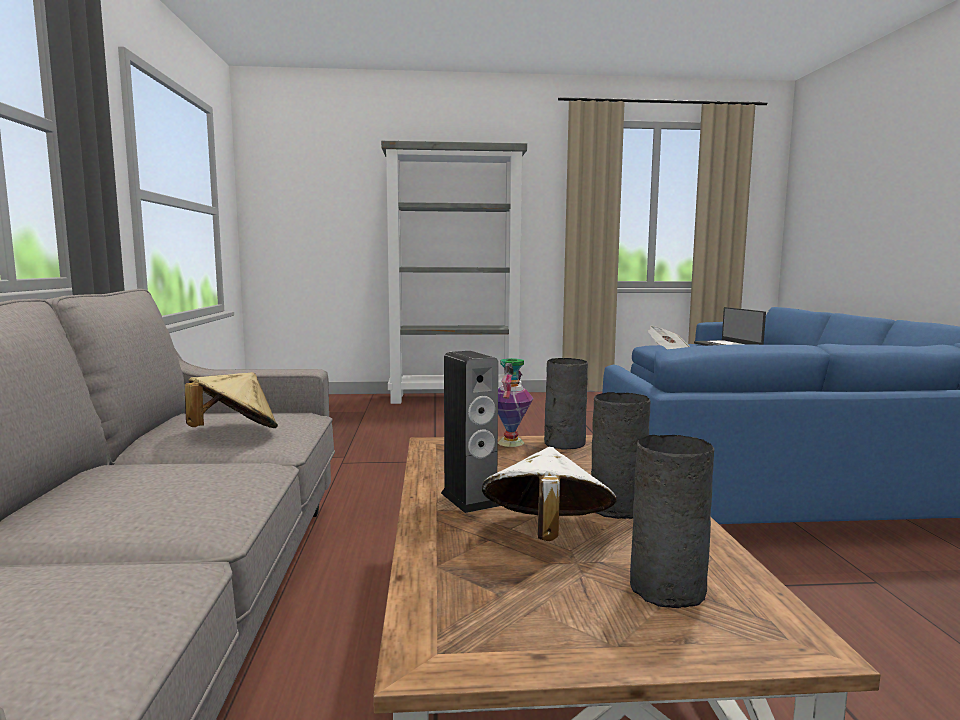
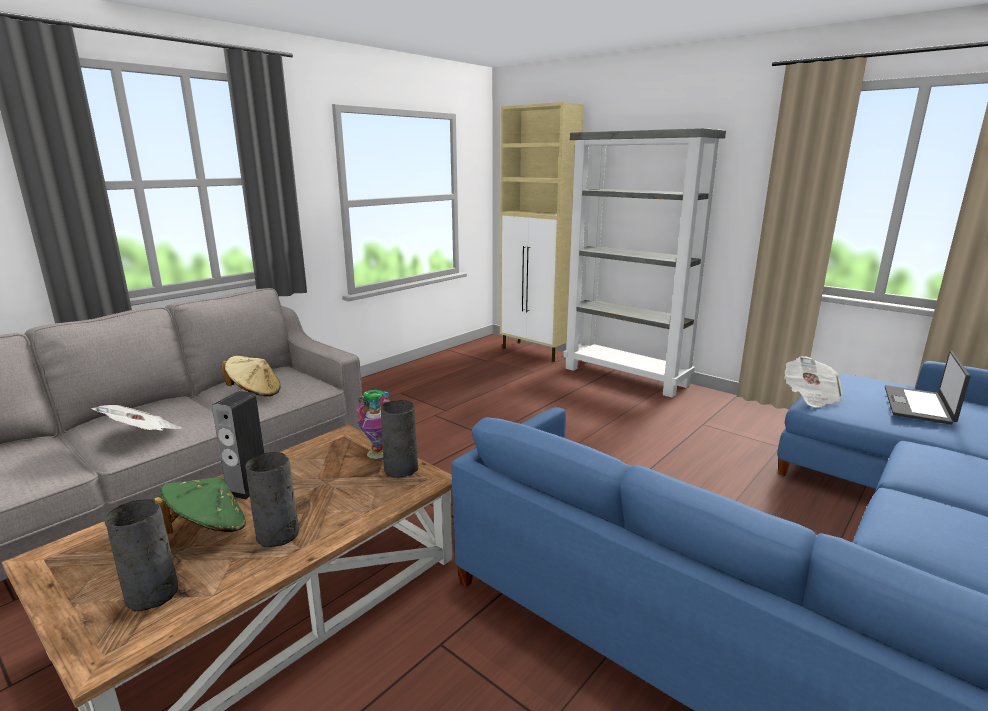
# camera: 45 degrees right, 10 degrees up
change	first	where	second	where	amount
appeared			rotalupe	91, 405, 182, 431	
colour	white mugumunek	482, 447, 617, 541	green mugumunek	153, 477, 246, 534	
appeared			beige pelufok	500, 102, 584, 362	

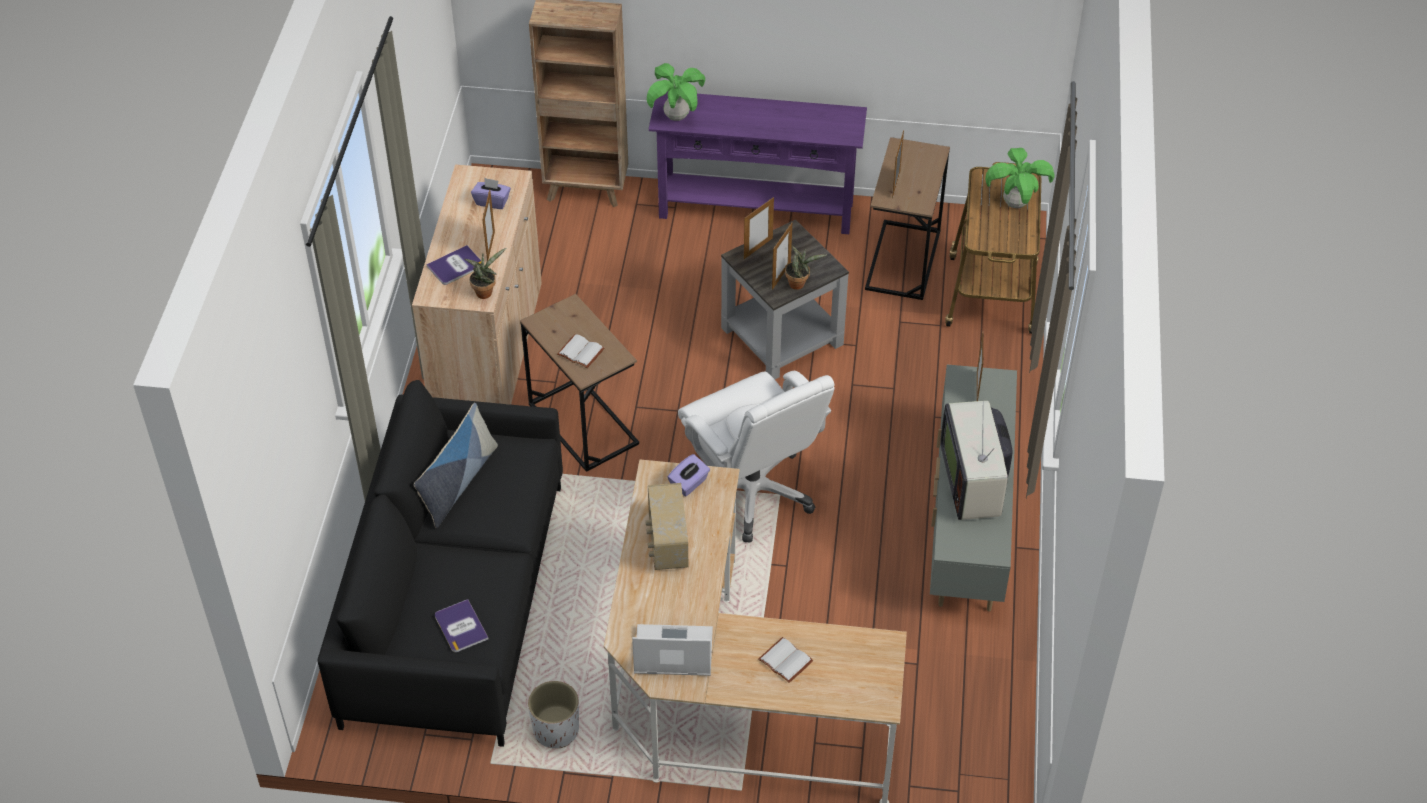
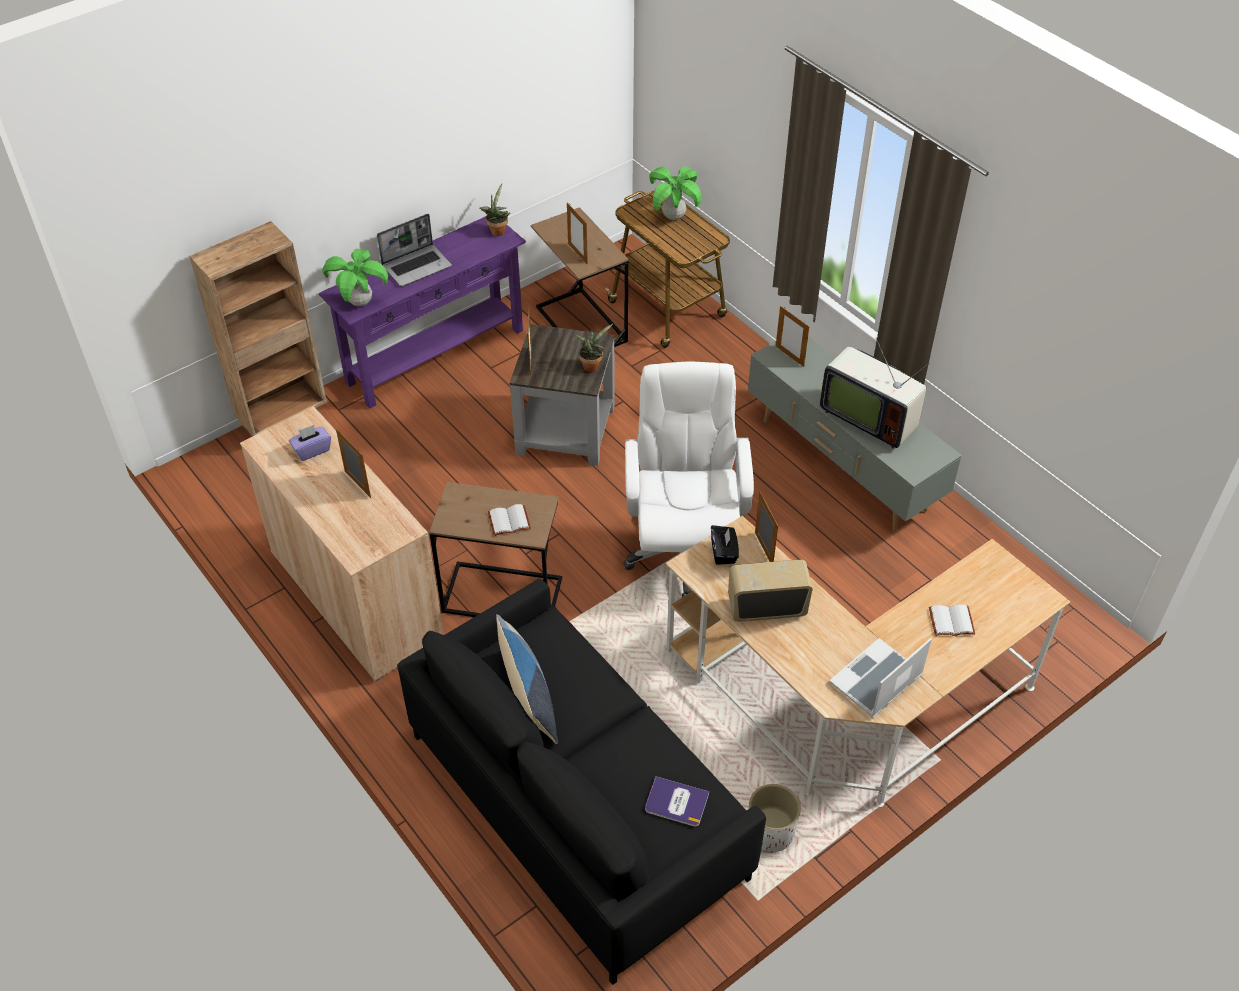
# camera: 45 degrees left, 0 degrees up
change	first	where	second	where	amount
appeared			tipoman	377, 214, 452, 287	
relocated	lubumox	465, 248, 507, 299		480, 184, 510, 236	
spun	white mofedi	678, 371, 835, 543		623, 362, 754, 597	105 degrees counterclockwise
colour	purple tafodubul	668, 454, 710, 496	black tafodubul	711, 525, 739, 565	
spun	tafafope	645, 483, 688, 570		728, 559, 813, 622	135 degrees clockwise
relocated	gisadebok	772, 223, 792, 290		755, 491, 778, 562	
missing	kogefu	426, 245, 481, 285			

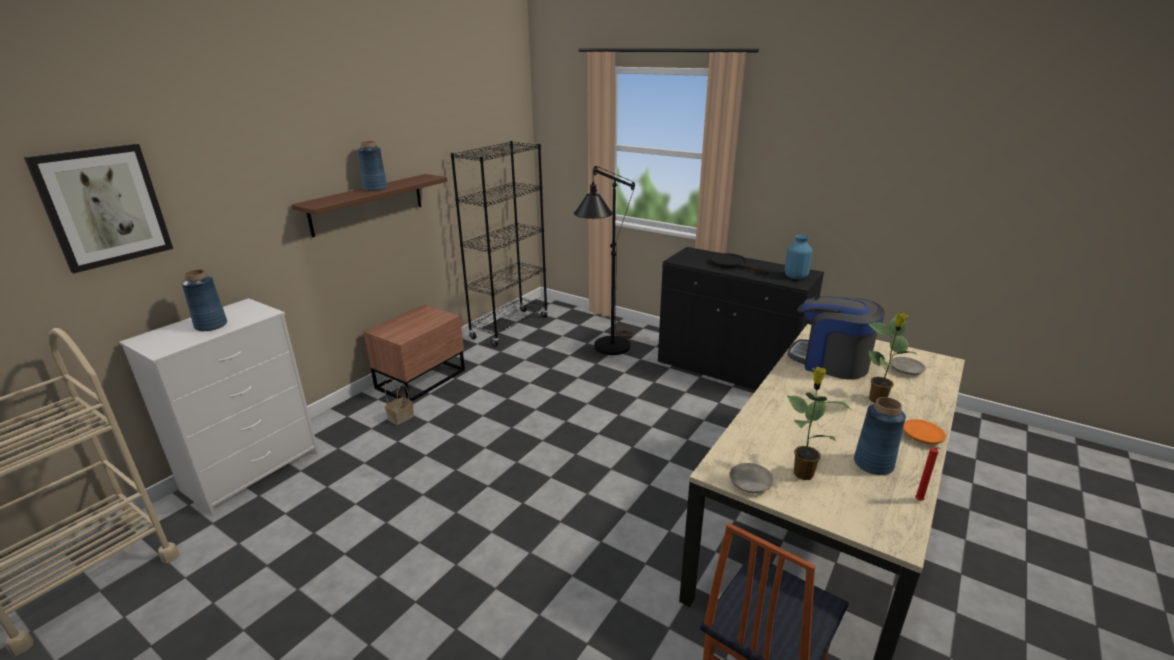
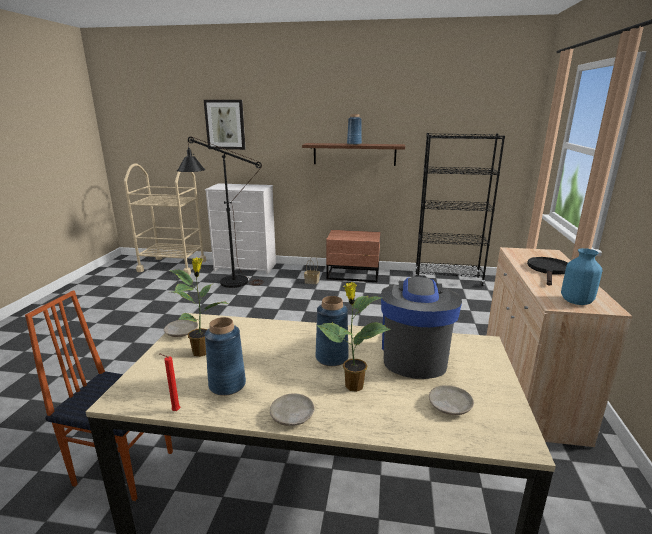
# camera: 65 degrees right, 5 degrees down
change	first	where	second	where	amount
relocated	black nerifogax	574, 166, 635, 355		177, 137, 264, 288	
colour	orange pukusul	903, 419, 946, 444	beige pukusul	270, 394, 315, 426	
relocated	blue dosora	182, 269, 227, 331		315, 296, 349, 366	
colour	black pelufok	658, 247, 824, 390	beige pelufok	486, 247, 633, 449	

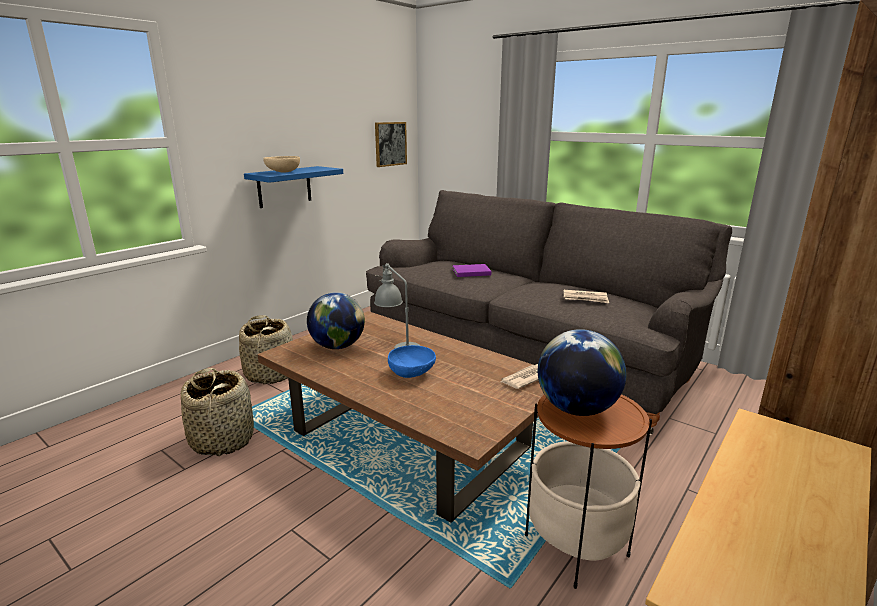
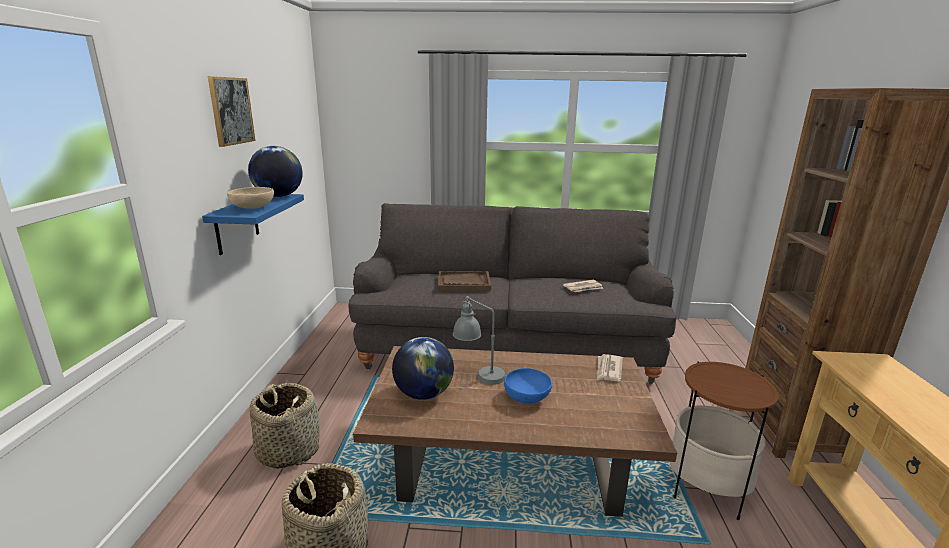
# camera: 35 degrees left, 0 degrees up
change	first	where	second	where	amount
relocated	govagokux	375, 122, 407, 167		208, 76, 255, 147	
relocated	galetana	538, 329, 627, 416		248, 146, 303, 197	
exchanged	purple kogefu	453, 264, 491, 277	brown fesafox	438, 271, 491, 291	

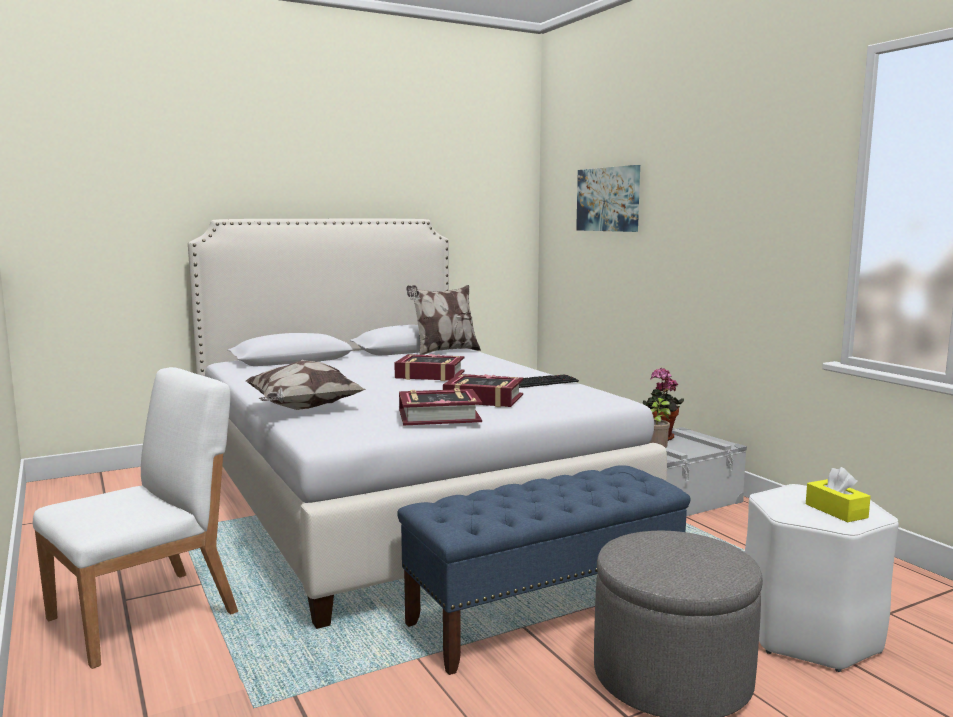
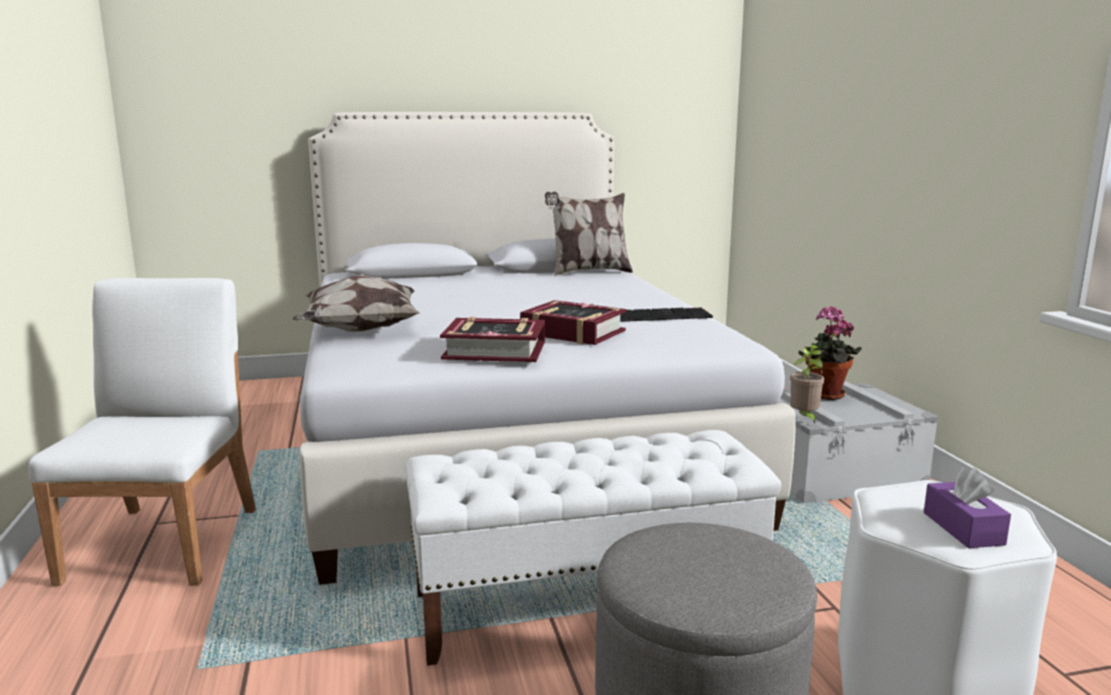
# camera: 15 degrees right, 5 degrees up
change	first	where	second	where	amount
spun	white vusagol	33, 367, 238, 669		29, 278, 256, 586	60 degrees counterclockwise
colour	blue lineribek	397, 465, 691, 675	white lineribek	405, 430, 781, 666	
colour	yellow tafodubul	806, 467, 871, 522	purple tafodubul	924, 467, 1011, 548	
missing	kogefu	394, 354, 464, 381			
missing	govagokux	576, 165, 640, 232			

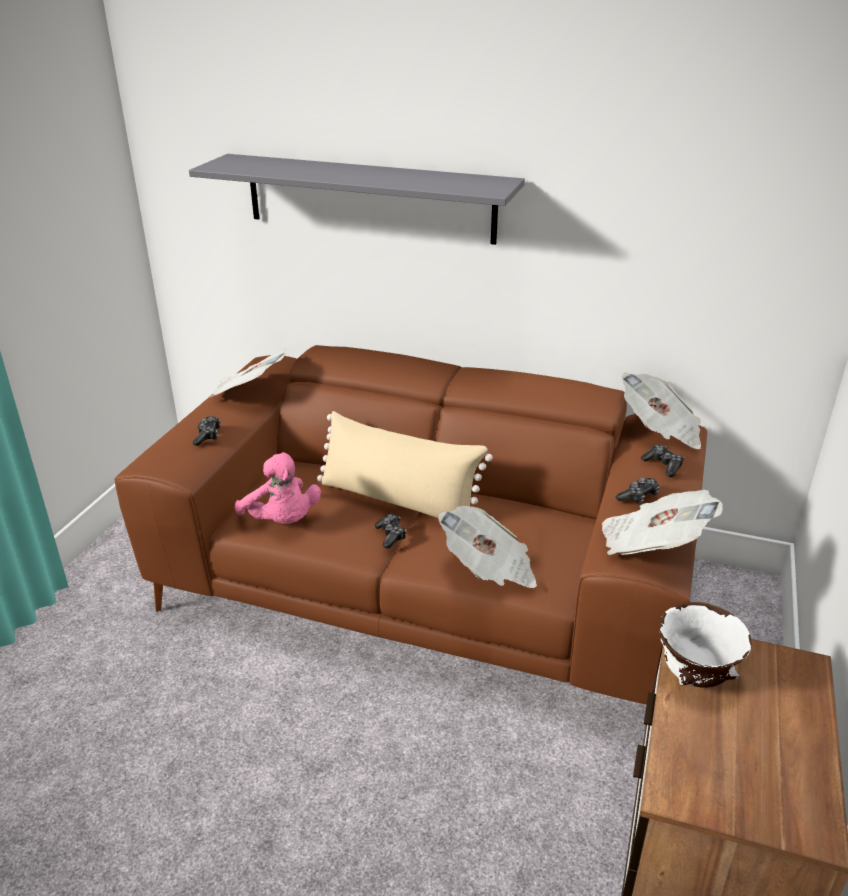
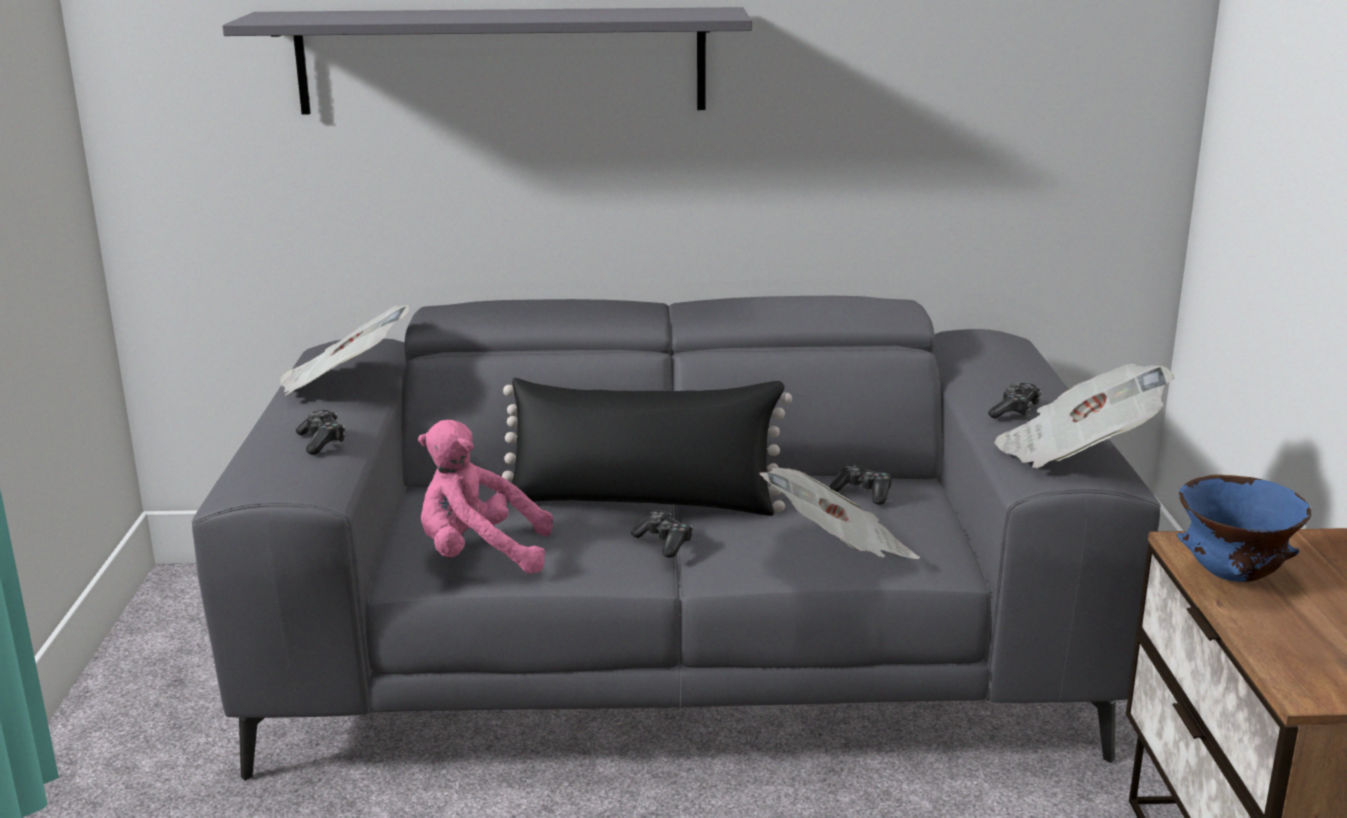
# camera: 20 degrees left, 10 degrees down
change	first	where	second	where	amount
colour	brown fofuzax	114, 345, 707, 705	grey fofuzax	192, 296, 1161, 781	
spun	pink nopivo	235, 452, 321, 524		418, 420, 553, 574	150 degrees clockwise
colour	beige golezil	317, 411, 493, 518	black golezil	502, 378, 792, 516	
relocated	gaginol	641, 444, 684, 477		829, 464, 891, 505	
colour	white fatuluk	659, 602, 752, 688	blue fatuluk	1177, 475, 1311, 582	
missing	rotalupe	622, 373, 701, 449			

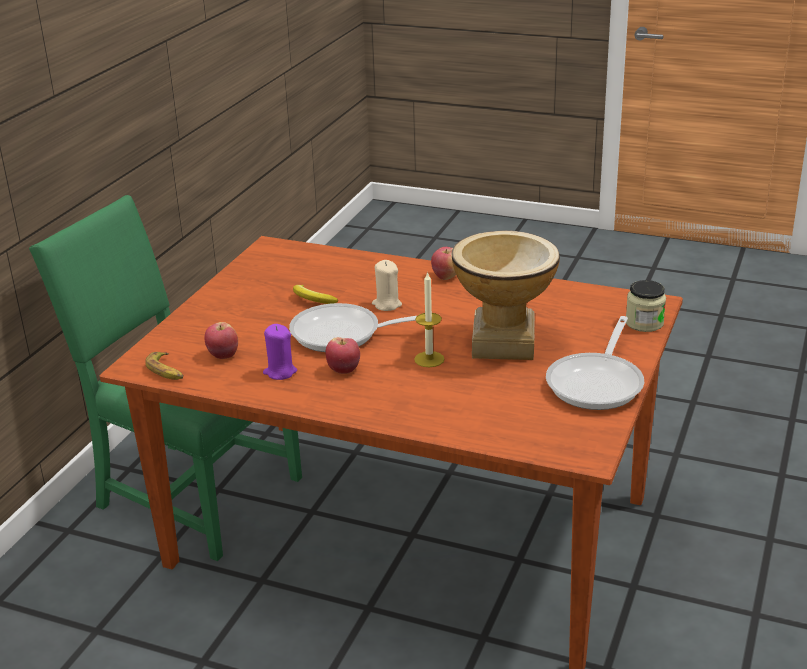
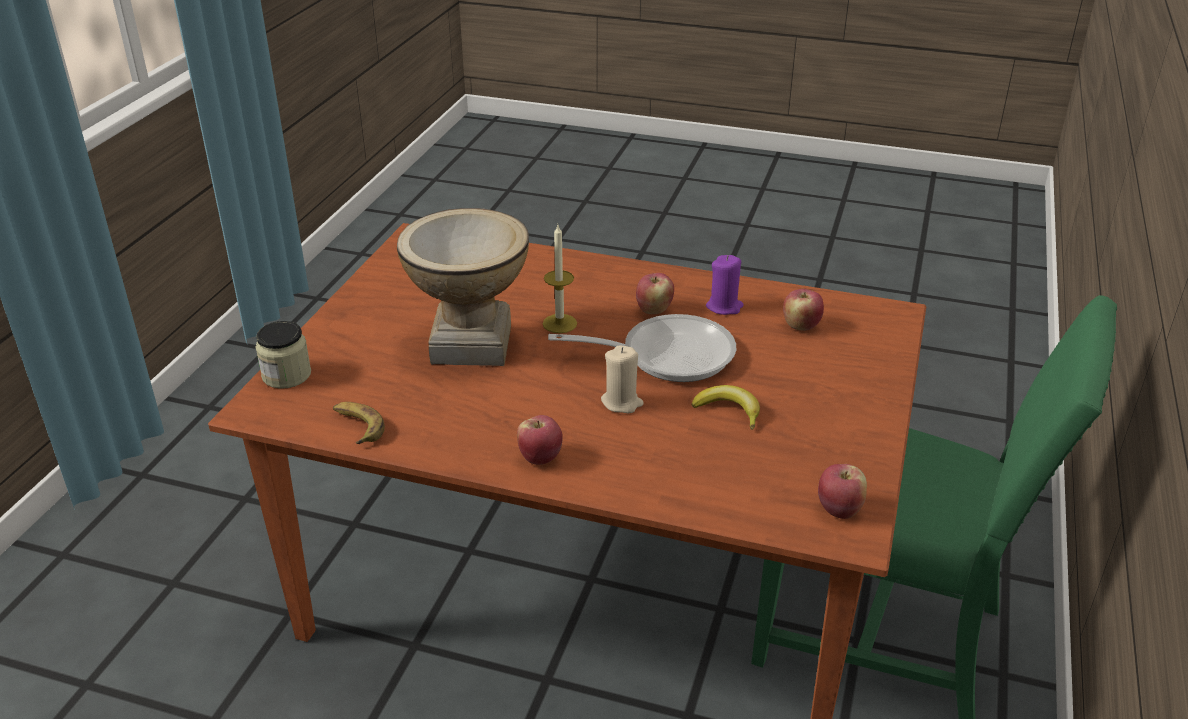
# camera: 175 degrees right, 5 degrees up
change	first	where	second	where	amount
relocated	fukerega	145, 352, 183, 380		333, 402, 385, 444	
appeared			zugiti	818, 464, 867, 519	
missing	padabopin	546, 316, 644, 410			

